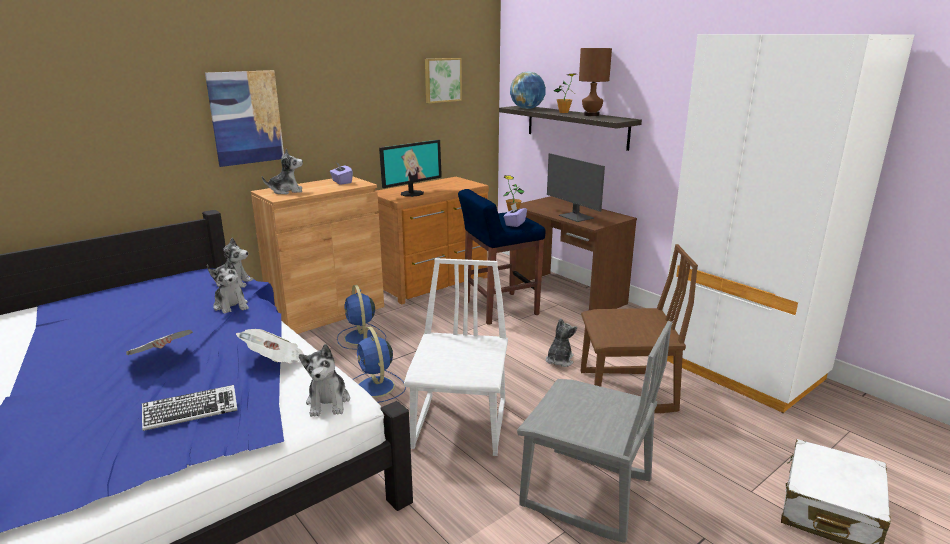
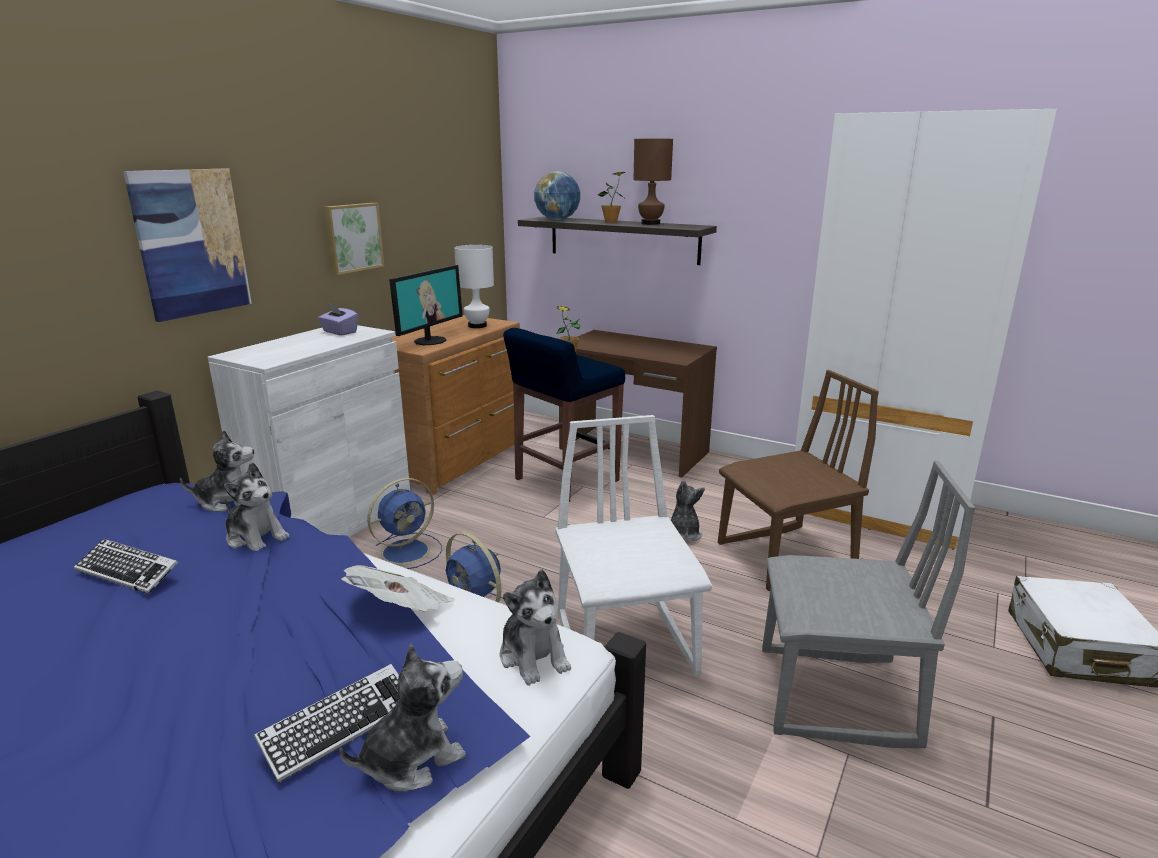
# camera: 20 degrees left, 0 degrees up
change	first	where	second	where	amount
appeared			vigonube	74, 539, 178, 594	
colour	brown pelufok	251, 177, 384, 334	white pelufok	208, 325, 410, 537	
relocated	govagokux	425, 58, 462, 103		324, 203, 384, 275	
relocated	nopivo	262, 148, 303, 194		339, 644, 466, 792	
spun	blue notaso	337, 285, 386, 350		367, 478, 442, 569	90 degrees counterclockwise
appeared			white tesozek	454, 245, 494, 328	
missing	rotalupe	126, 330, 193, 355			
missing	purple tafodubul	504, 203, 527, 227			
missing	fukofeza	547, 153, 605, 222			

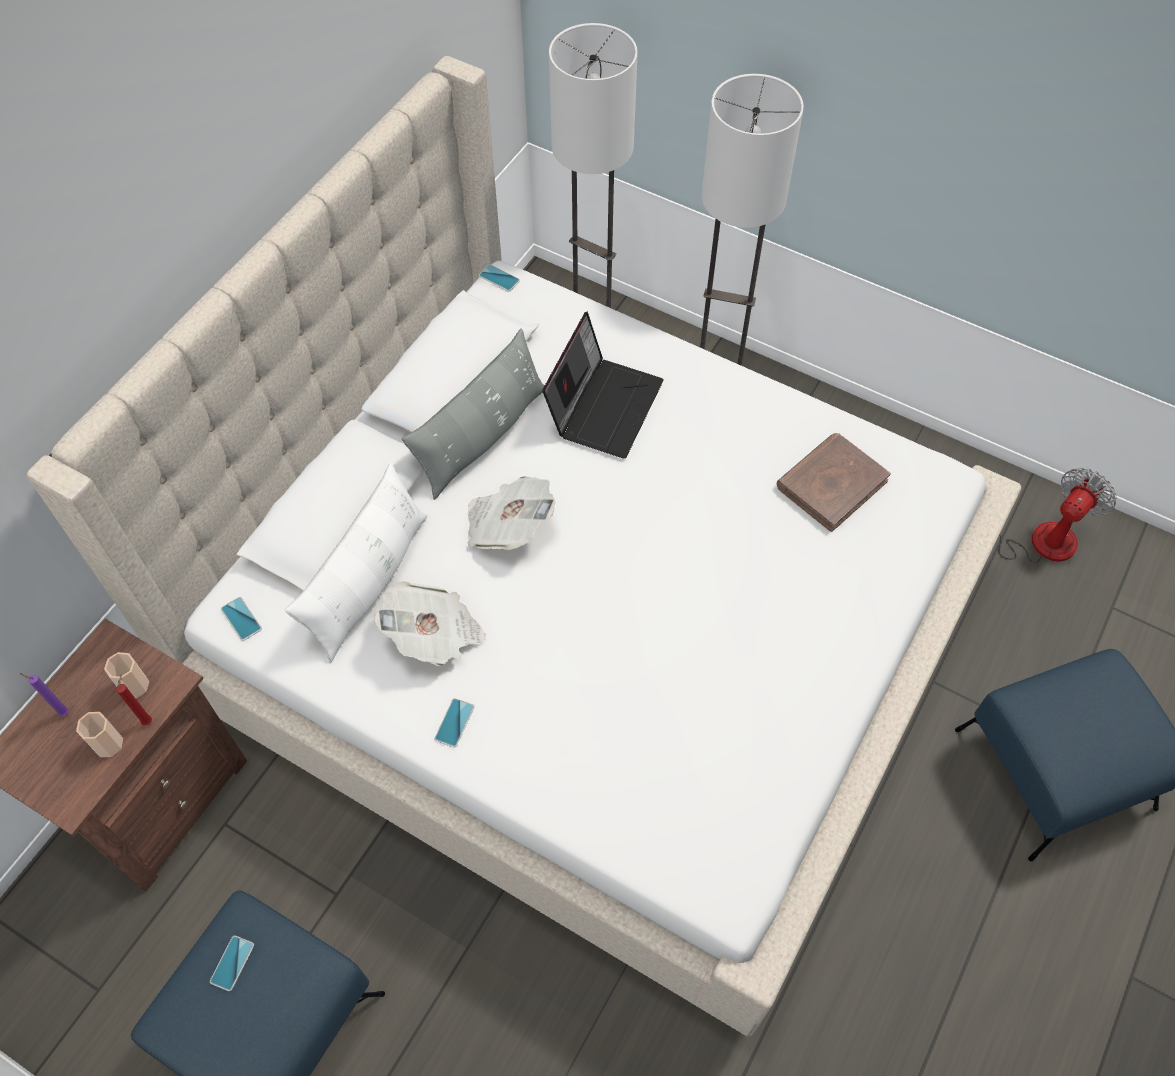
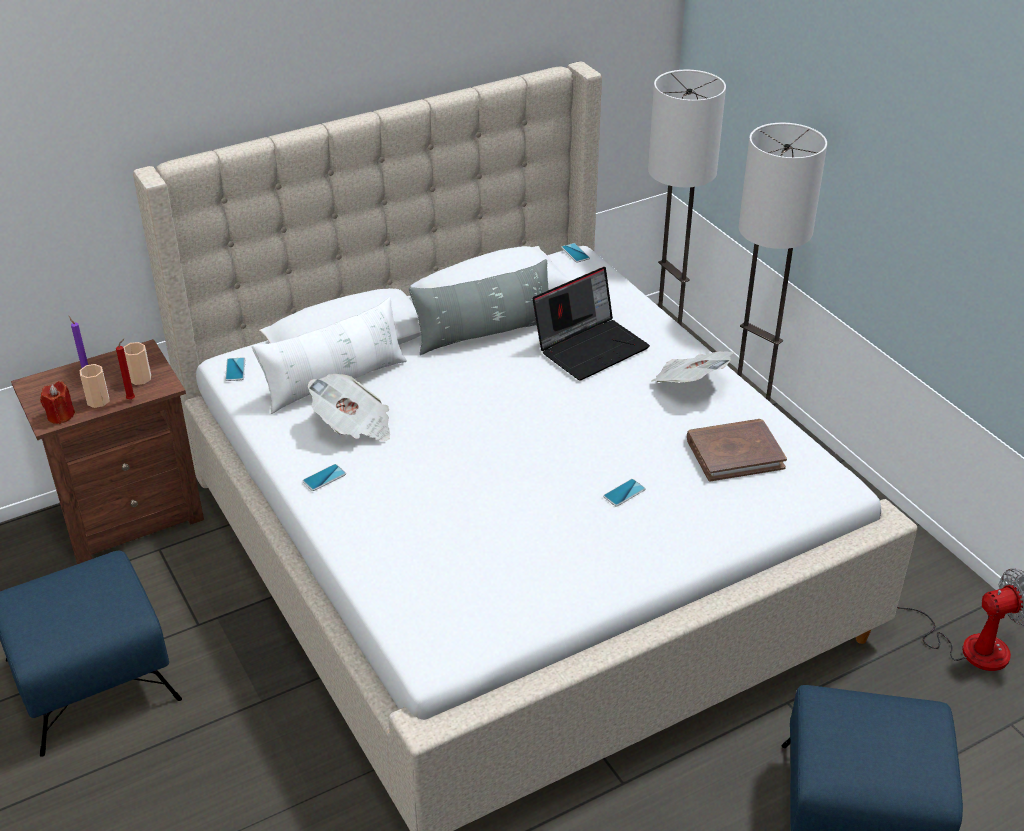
# camera: 30 degrees right, 20 degrees down
change	first	where	second	where	amount
appeared			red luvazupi	40, 381, 75, 424	
relocated	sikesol	210, 936, 254, 991		603, 479, 646, 506	
relocated	rotalupe	468, 476, 555, 550		652, 351, 734, 383	

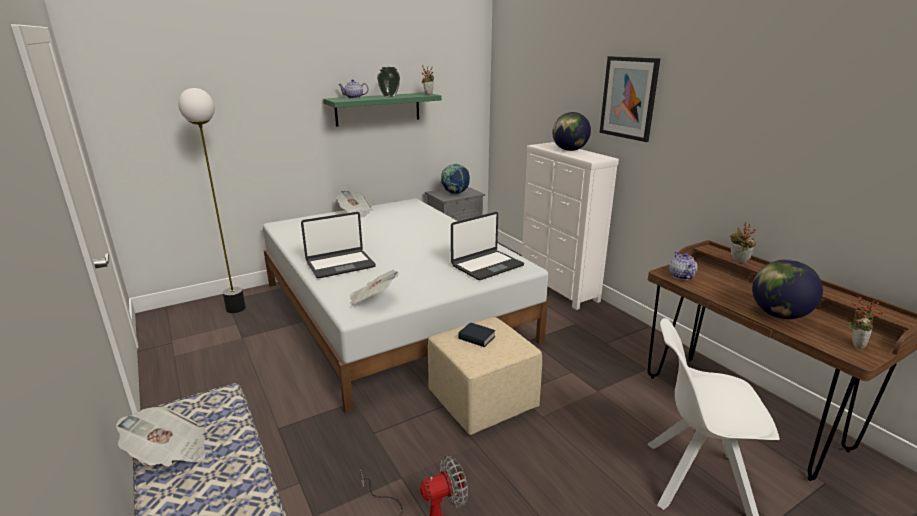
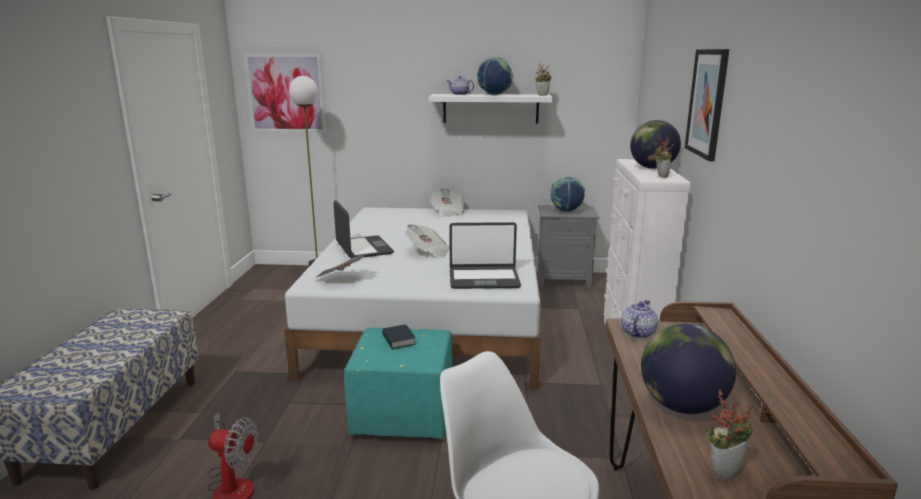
# camera: 35 degrees right, 5 degrees down
change	first	where	second	where	amount
appeared			govagokux	244, 54, 326, 133	
spun	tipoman	301, 212, 376, 278		334, 200, 394, 259	120 degrees counterclockwise
colour	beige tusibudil	428, 317, 542, 435	turquoise tusibudil	344, 328, 452, 439	
relocated	rotalupe	116, 407, 206, 467		405, 224, 450, 258	
colour	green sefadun	323, 93, 442, 127	white sefadun	429, 94, 553, 123	
exchanged	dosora	377, 67, 400, 97	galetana	477, 57, 513, 95	
relocated	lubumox	730, 222, 756, 263		653, 134, 674, 178	

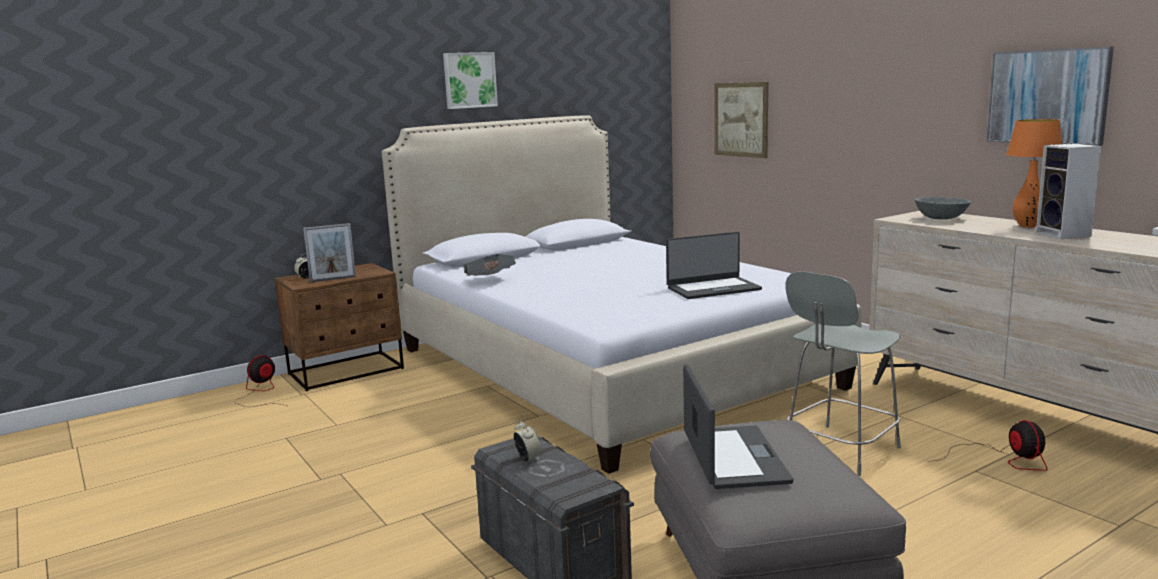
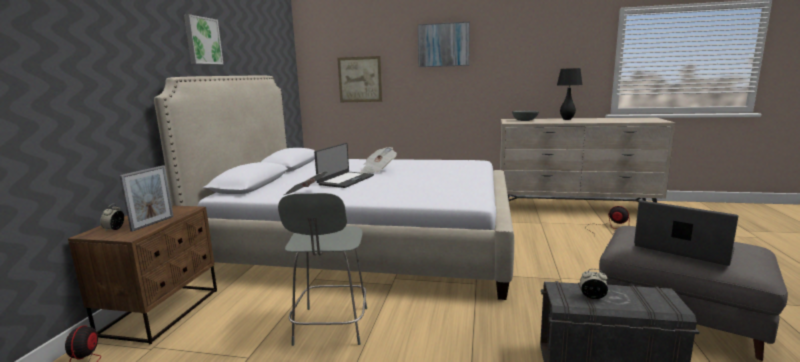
# camera: 45 degrees left, 0 degrees up
change	first	where	second	where	amount
relocated	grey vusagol	785, 271, 901, 476		278, 193, 367, 346	
relocated	tipoman	666, 232, 762, 299		314, 143, 374, 188	
appeared			rotalupe	360, 147, 397, 173	
relocated	govagokux	986, 47, 1114, 146		418, 22, 470, 67	
colour	orange tesozek	1006, 119, 1062, 227	black tesozek	557, 68, 583, 120	
missing	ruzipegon	1036, 143, 1101, 239			

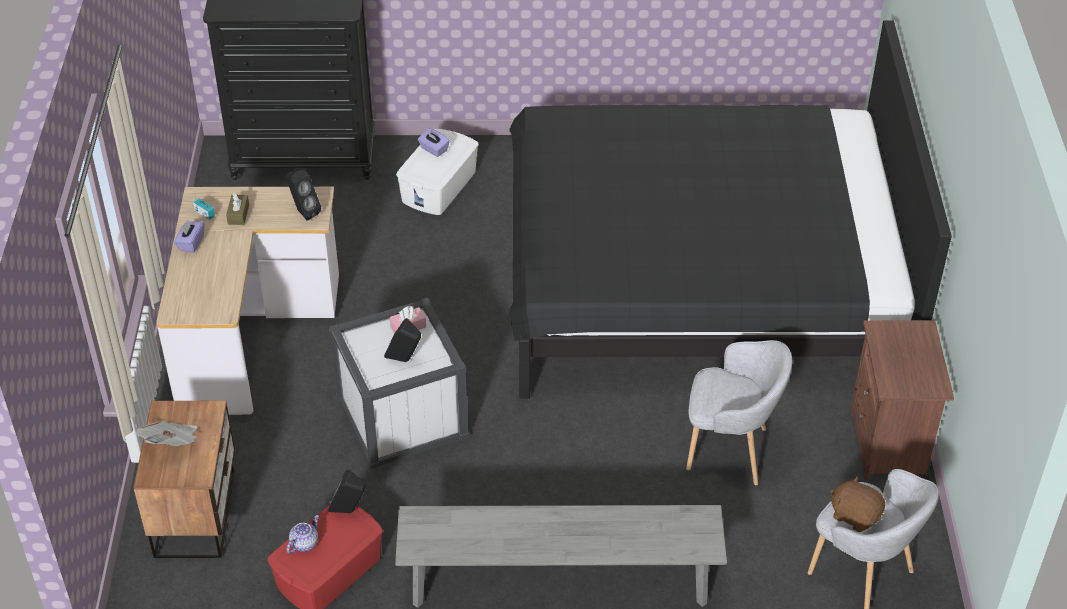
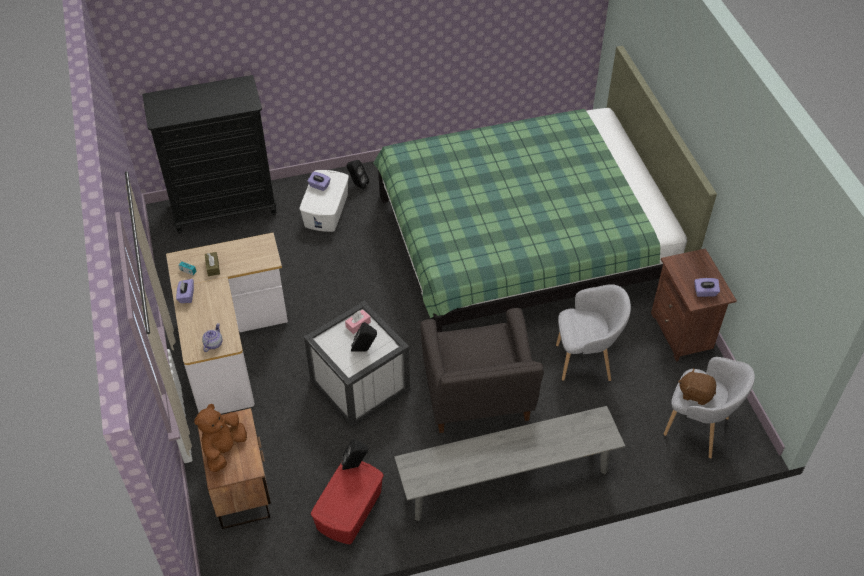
# camera: 15 degrees left, 5 degrees up
change	first	where	second	where	amount
exchanged	rotalupe	136, 421, 197, 446	brown nopivo	194, 404, 247, 472	
relocated	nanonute	287, 515, 319, 554		202, 323, 222, 352	
relocated	black ruzipegon	286, 170, 321, 220		347, 160, 369, 190	
colour	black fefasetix	509, 20, 952, 399	green fefasetix	373, 46, 717, 332	
appeared			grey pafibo	420, 308, 544, 433	
appeared			purple tafodubul	694, 278, 720, 297	

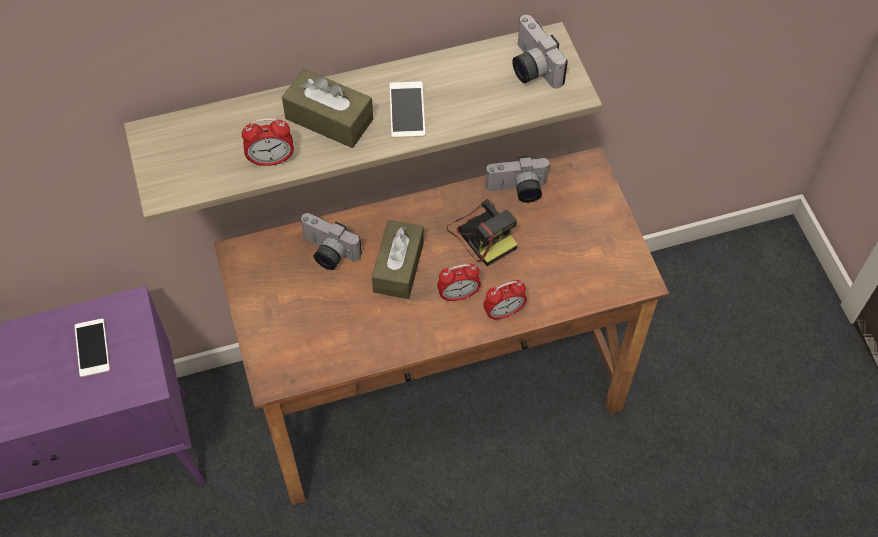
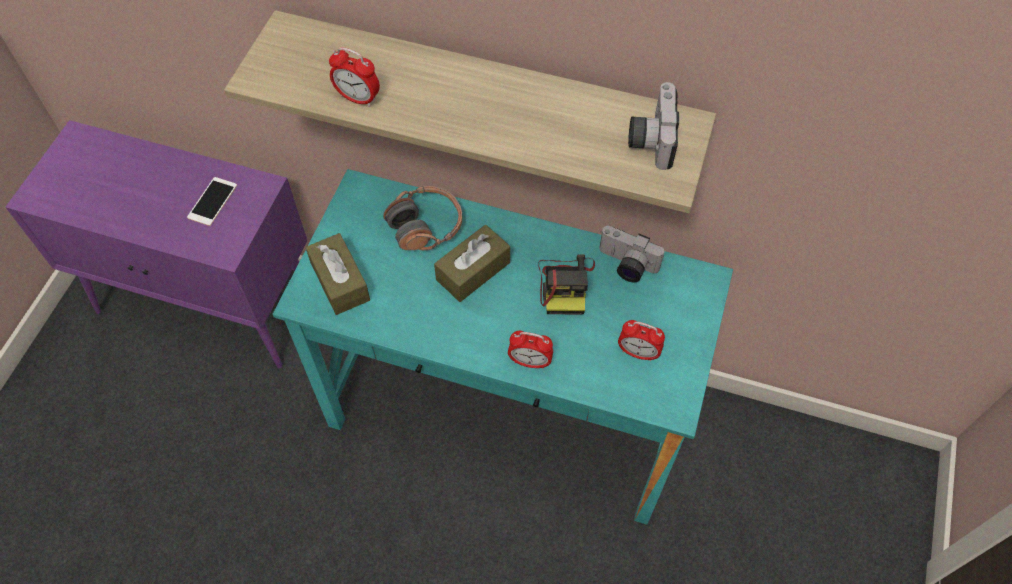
# camera: 35 degrees right, 0 degrees up
change	first	where	second	where	amount
colour	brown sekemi	214, 146, 669, 505	turquoise sekemi	273, 169, 733, 525	
relocated	brown tafodubul	282, 69, 373, 148		306, 233, 370, 315	
exchanged	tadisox	301, 213, 362, 270	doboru	383, 186, 462, 251	
relocated	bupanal	437, 263, 481, 302		618, 320, 665, 361	
missing	sikesol	389, 81, 425, 138			

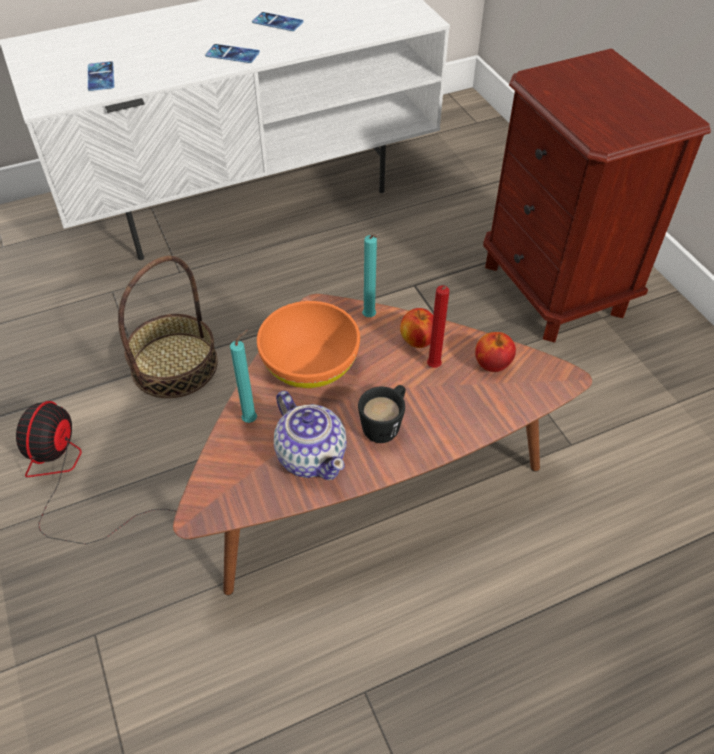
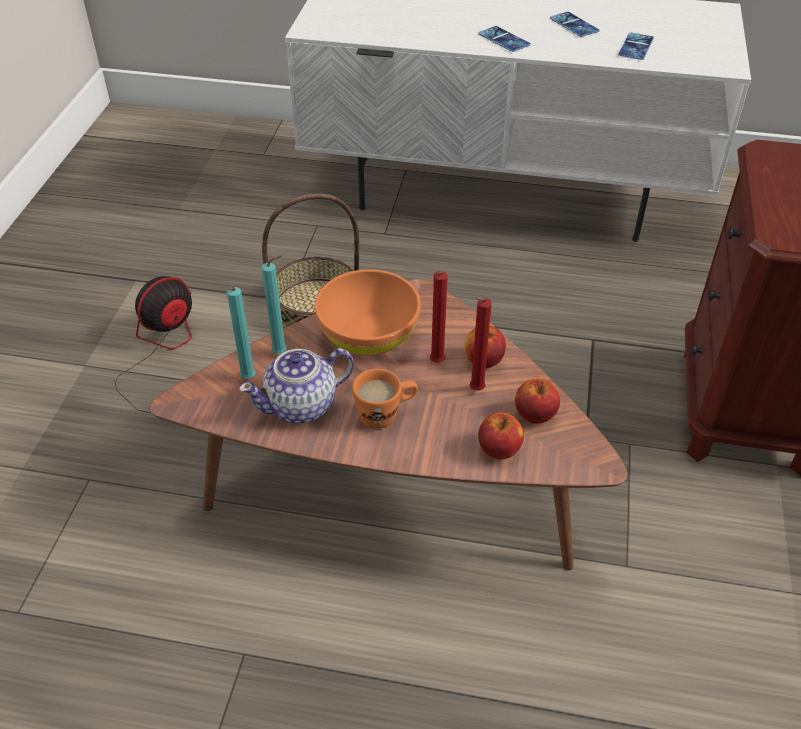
# camera: 35 degrees right, 5 degrees down
change	first	where	second	where	amount
relocated	turquoise luvazupi	362, 235, 377, 317		227, 287, 256, 379	
spun	nanonute	274, 391, 347, 480		239, 348, 354, 423	60 degrees clockwise
colour	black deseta	358, 385, 406, 443	orange deseta	352, 369, 418, 429	
appeared			red luvazupi	430, 271, 448, 363	
appeared			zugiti	478, 412, 524, 460	
relocated	sikesol	88, 61, 114, 91		618, 33, 654, 60	

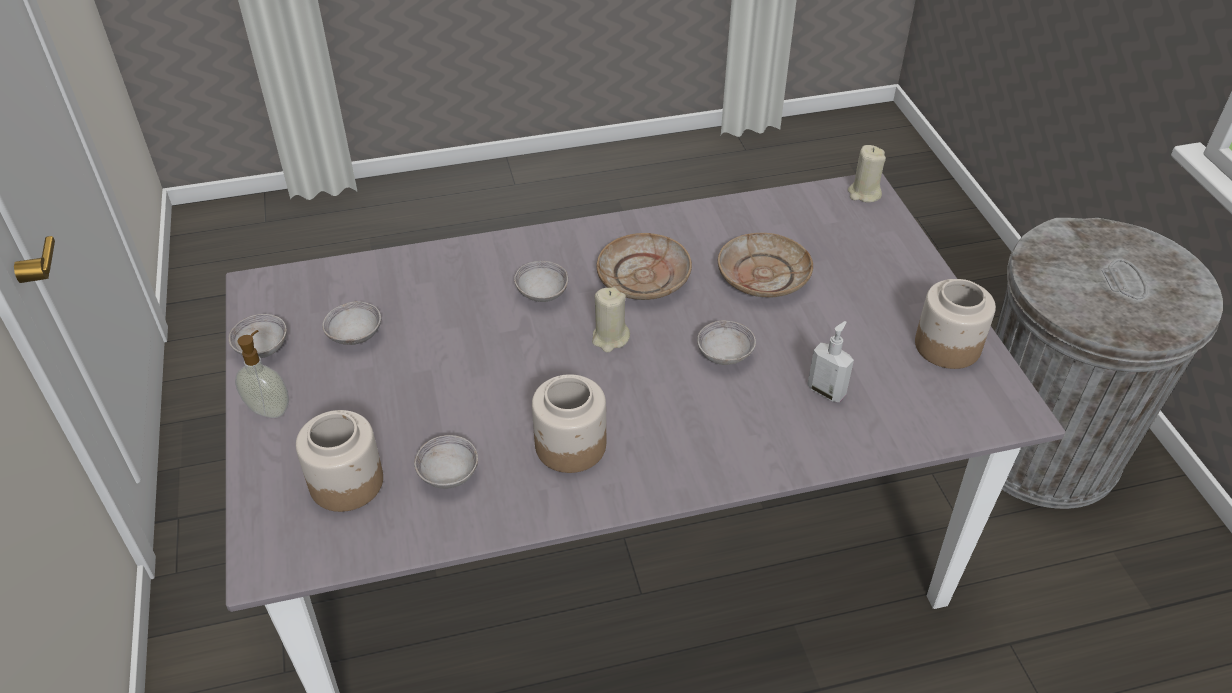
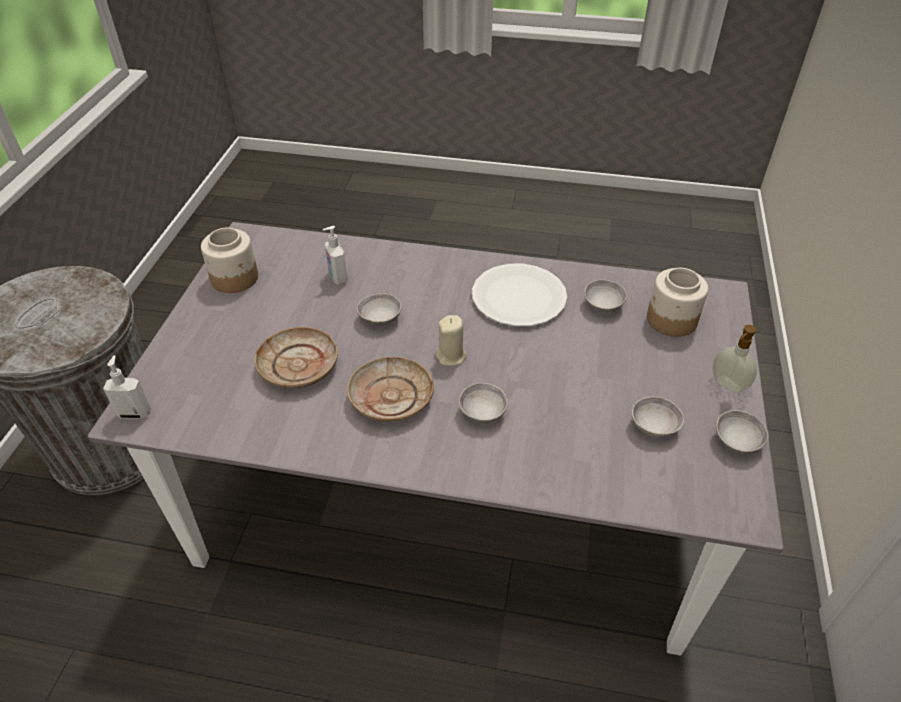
# camera: 155 degrees left, 0 degrees up
change	first	where	second	where	amount
exchanged	beige luvazupi	848, 145, 886, 202	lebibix	103, 355, 151, 419	
exchanged	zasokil	532, 374, 606, 473	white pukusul	472, 264, 567, 326	

